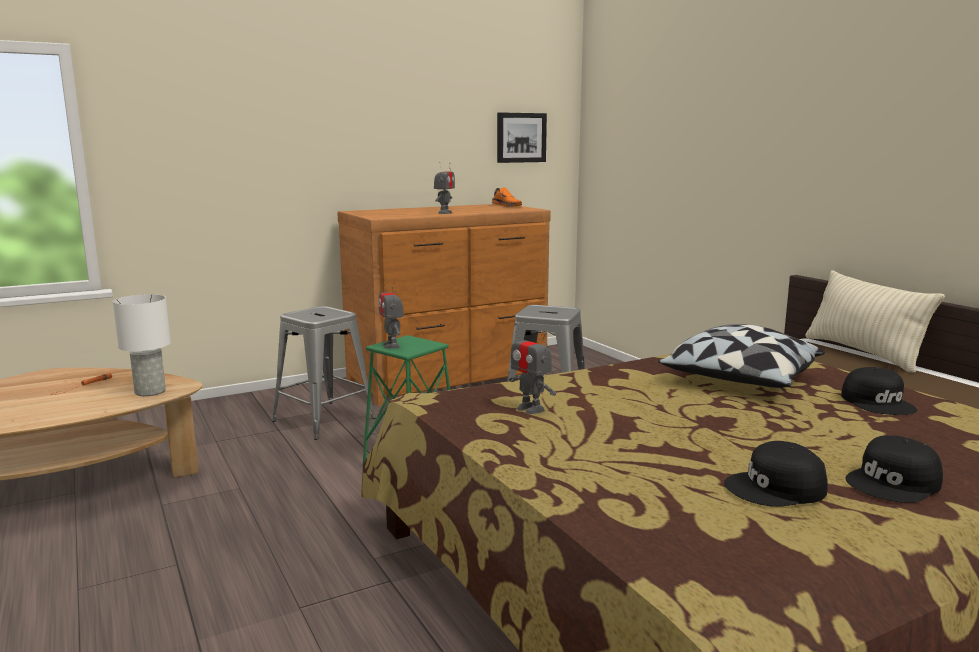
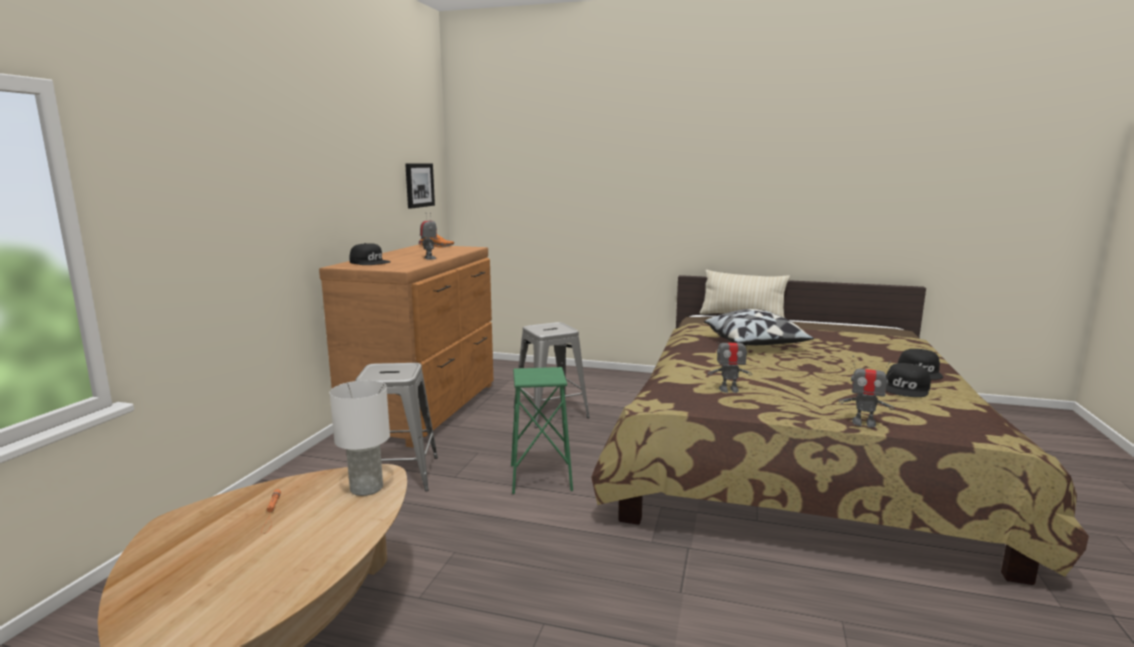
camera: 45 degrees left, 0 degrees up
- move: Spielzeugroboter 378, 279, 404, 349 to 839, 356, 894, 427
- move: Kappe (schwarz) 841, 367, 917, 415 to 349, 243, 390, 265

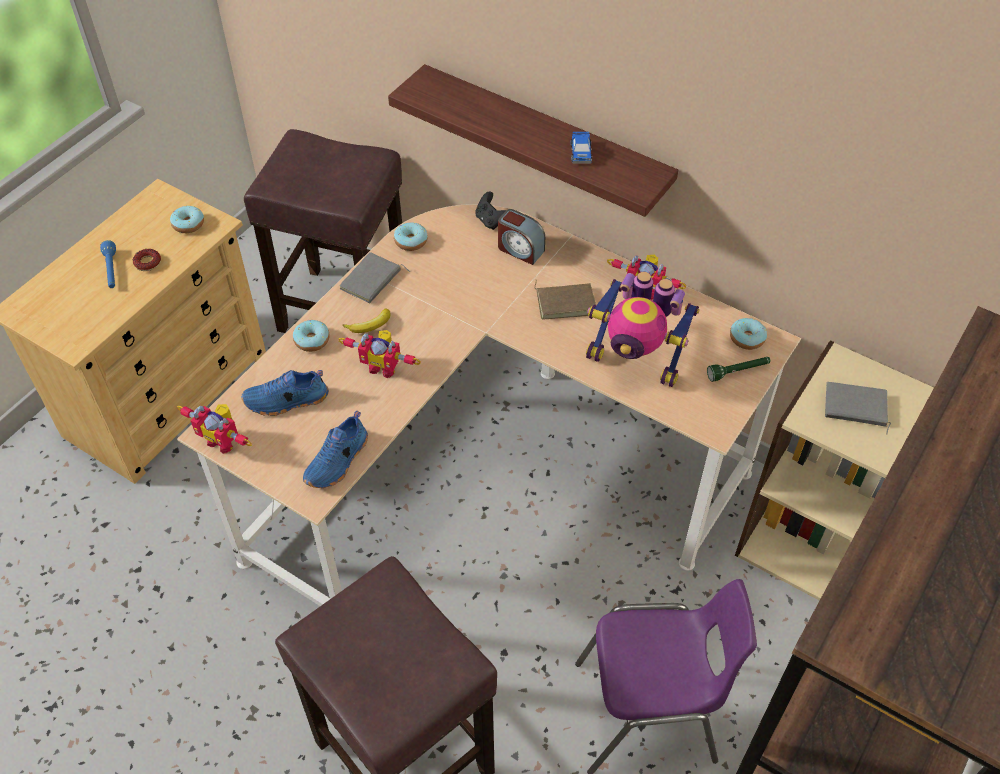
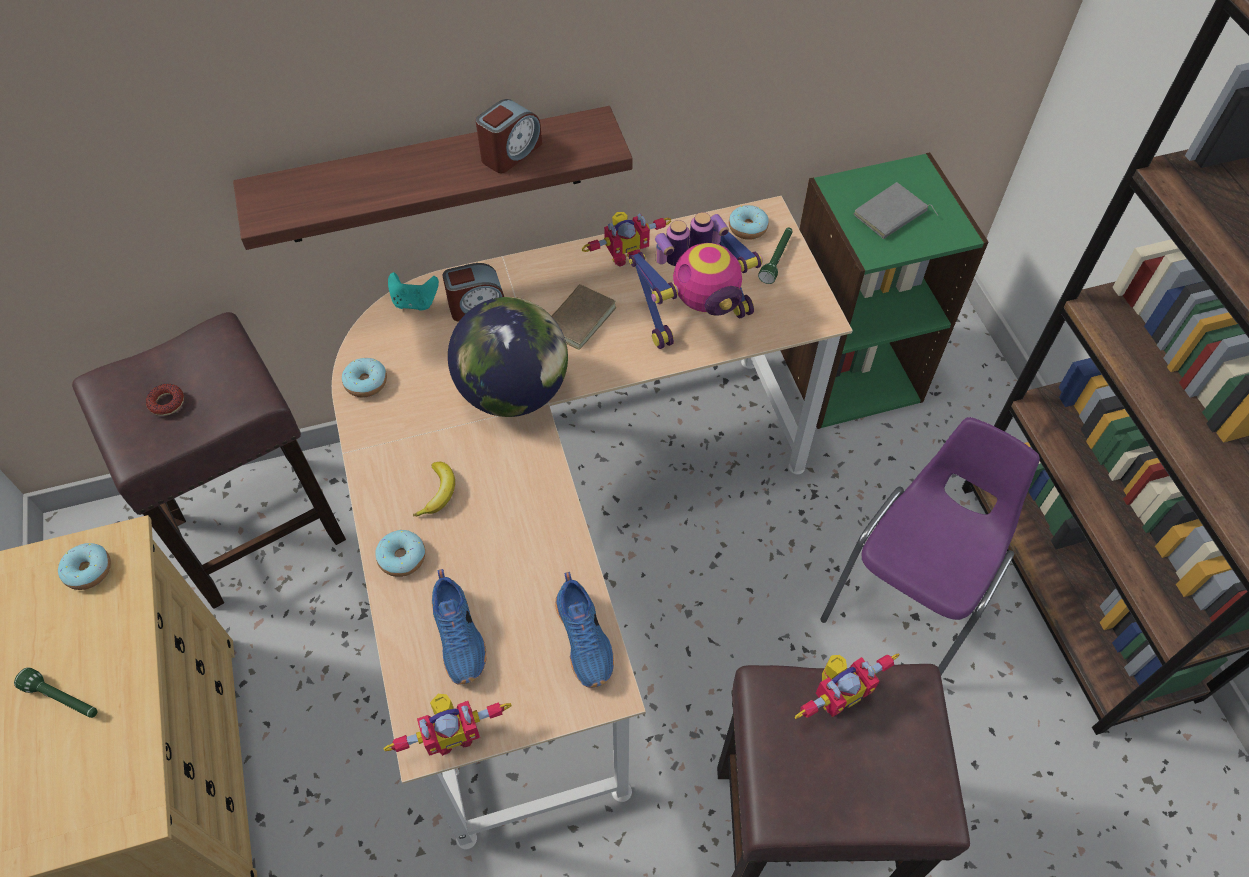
camera: 50 degrees left, 5 degrees up
- recolor: Taschenlampe (blau) 100, 240, 116, 288 to Taschenlampe (grün) 14, 667, 98, 718
- move: Donut 133, 249, 161, 271 to 146, 384, 184, 416
- rotate: Schuh (blau) 241, 370, 329, 416 = 432, 569, 486, 685 45 degrees counterclockwise
- move: Spielzeugroboter 338, 330, 421, 378 to 794, 653, 900, 719
- delete: Buch (grau) 340, 252, 410, 304
- recolor: Gamepad (schwarz) 475, 191, 506, 230 to Gamepad (türkis) 388, 272, 439, 311
- replace: Spielzeugauto 570, 132, 592, 164 to Wecker 476, 99, 542, 173
- recolor: Bücherregal (beige) 735, 340, 934, 601 to Bücherregal (grün) 780, 152, 988, 429
- insert: Globus 448, 297, 568, 417

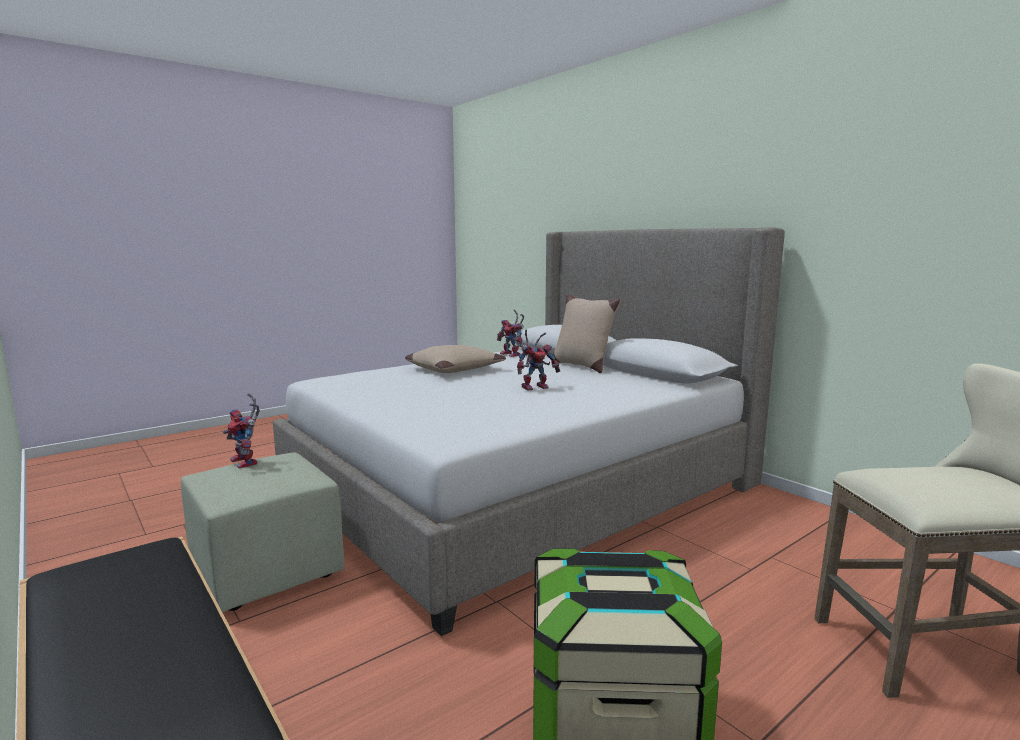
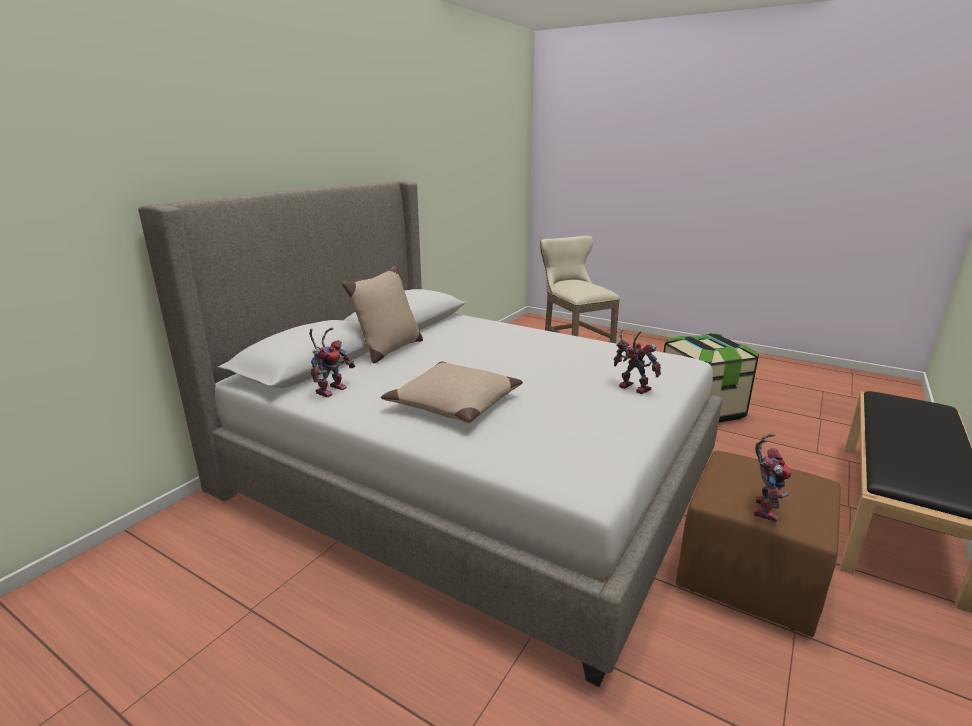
camera: 110 degrees left, 10 degrees up
- recolor: Polsterhocker (grün) 181, 452, 345, 613 to Polsterhocker (braun) 676, 451, 841, 637
- move: Spielzeugroboter 517, 329, 560, 391 to 614, 329, 661, 394

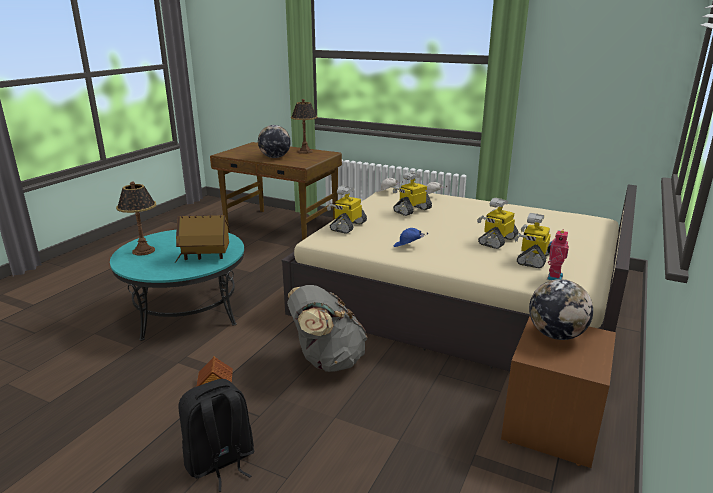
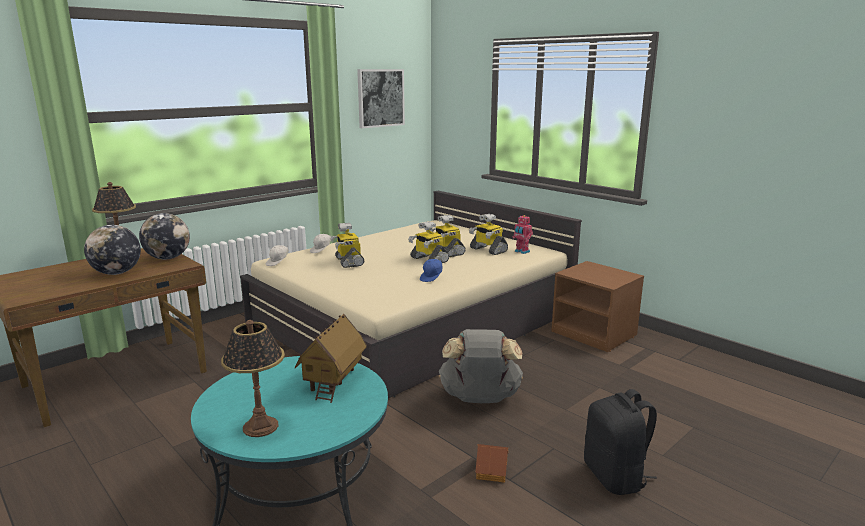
camera: 70 degrees left, 5 degrees down
- move: Spielzeugroboter 327, 186, 367, 234 to 408, 221, 449, 263
- move: Globus 529, 279, 593, 340 to 139, 213, 190, 259
- insert: Bild 357, 69, 405, 128

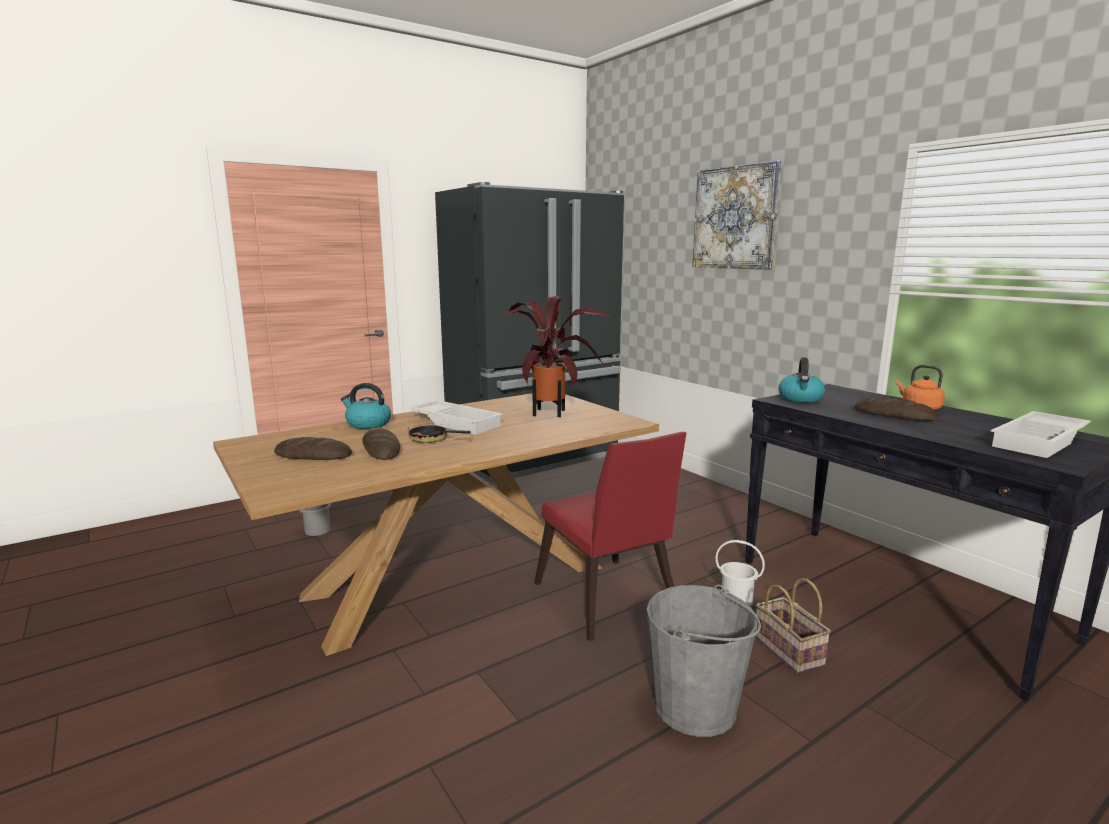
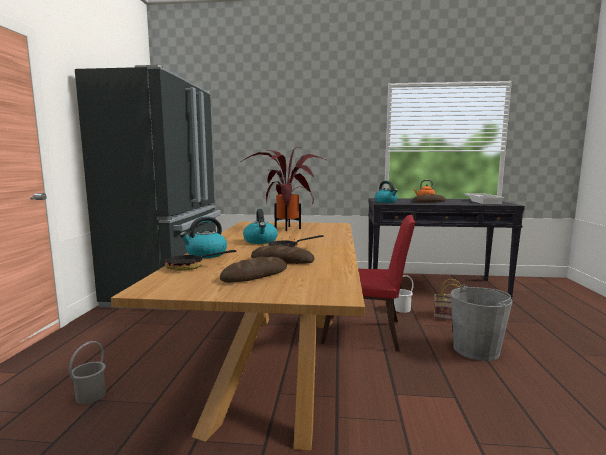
camera: 50 degrees left, 5 degrees down
- replace: Tablett (weiß) 409, 400, 503, 435 to Wasserkessel 243, 209, 278, 244
- delete: Bild 692, 160, 782, 270
- insert: Pfanne 165, 250, 237, 270

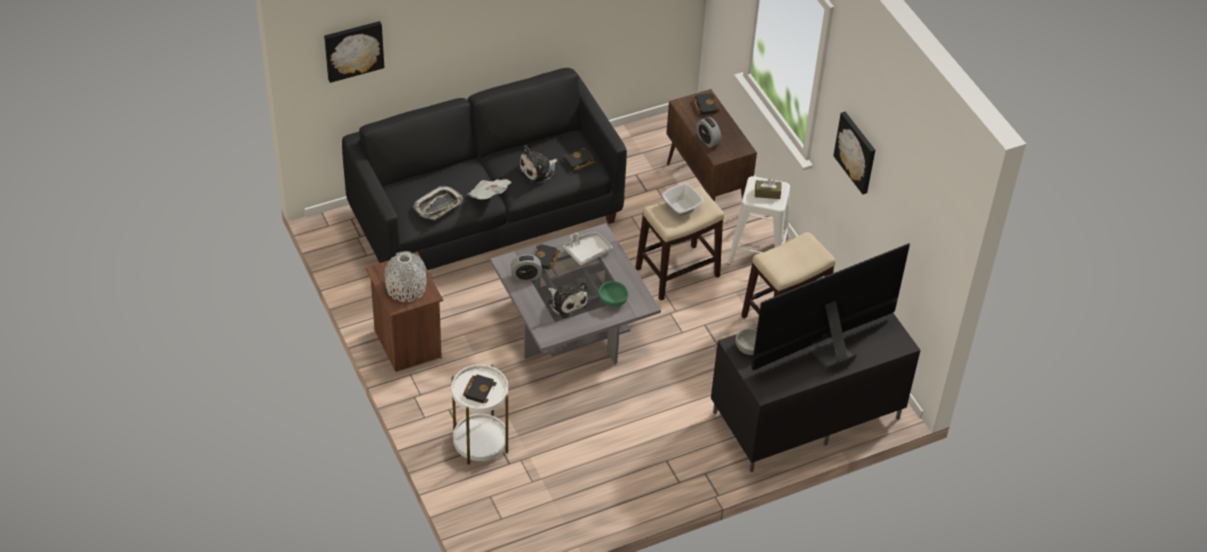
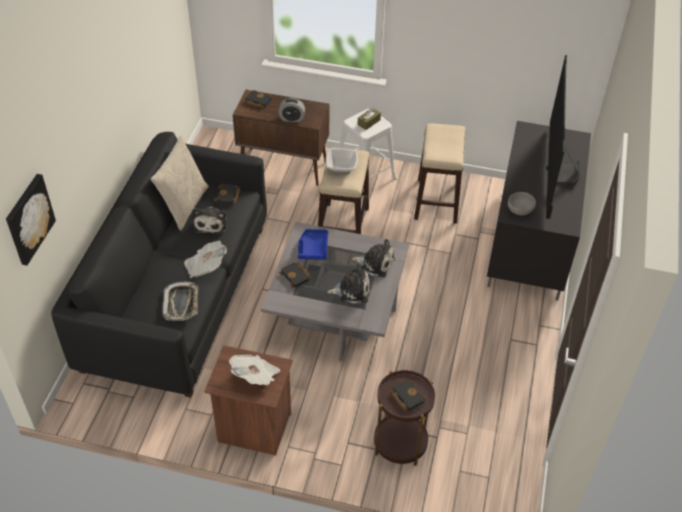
camera: 50 degrees left, 0 degrees up
- replace: Vase (grau) 384, 251, 427, 302 to Zeitung 229, 355, 280, 385
- recolor: Beistelltisch (weiß) 451, 364, 508, 465 to Beistelltisch (braun) 374, 370, 435, 466
- delete: Wecker 511, 254, 542, 281
- recolor: Tablett (grau) 563, 232, 613, 266 to Tablett (blau) 298, 229, 328, 260
- replace: Schüssel (grün) 599, 281, 628, 307 to Plüschtier 352, 239, 395, 277
- delete: Bild 833, 112, 875, 194
- insert: Kissen (beige) 151, 135, 209, 231

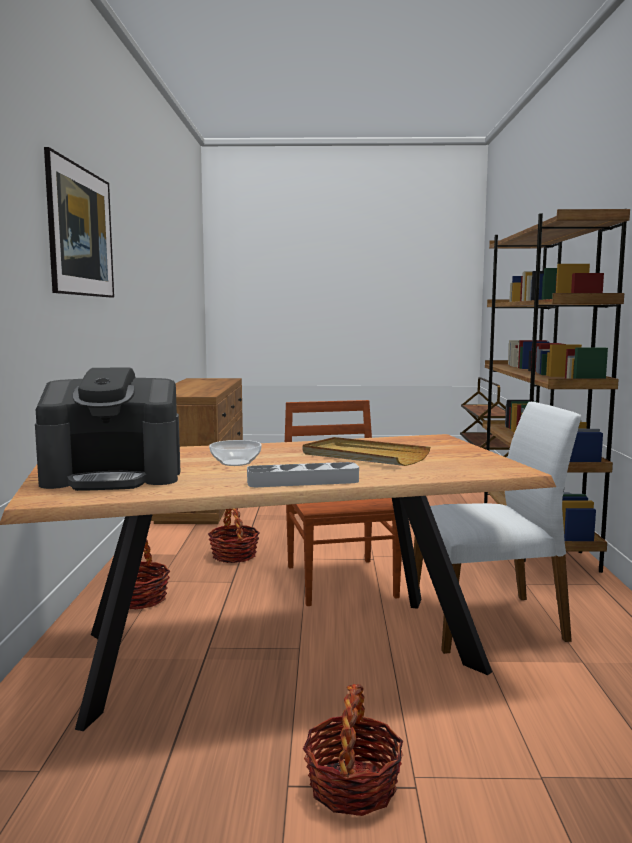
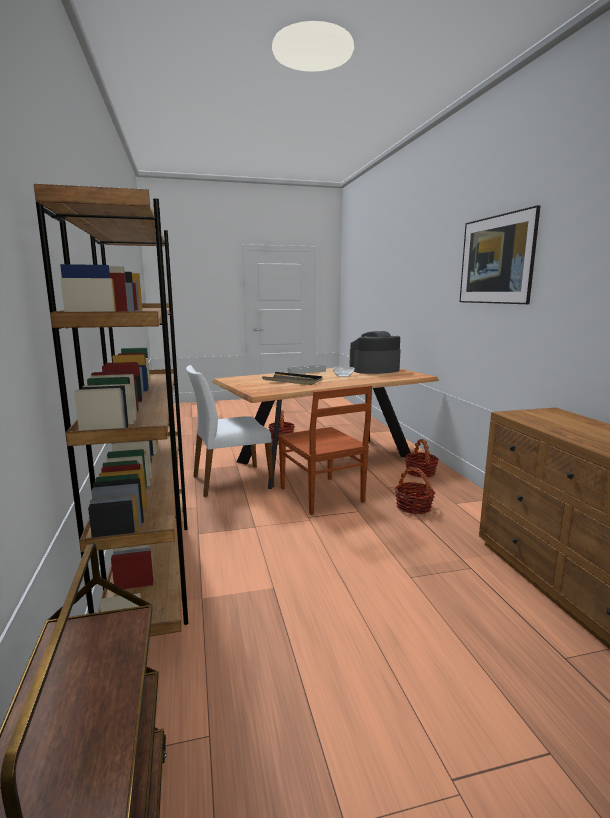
camera: 165 degrees right, 5 degrees up
- recolor: Tablett (beige) 303, 437, 431, 466 to Tablett (schwarz) 262, 372, 323, 385

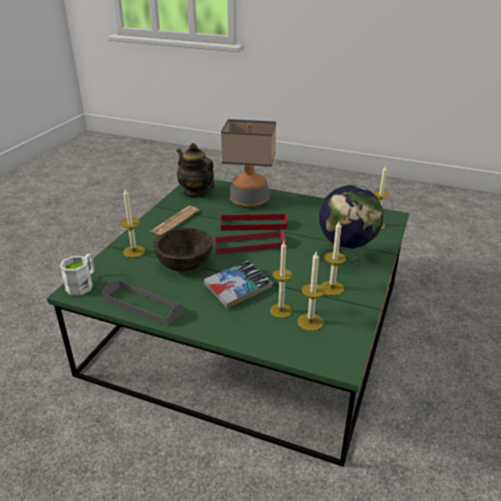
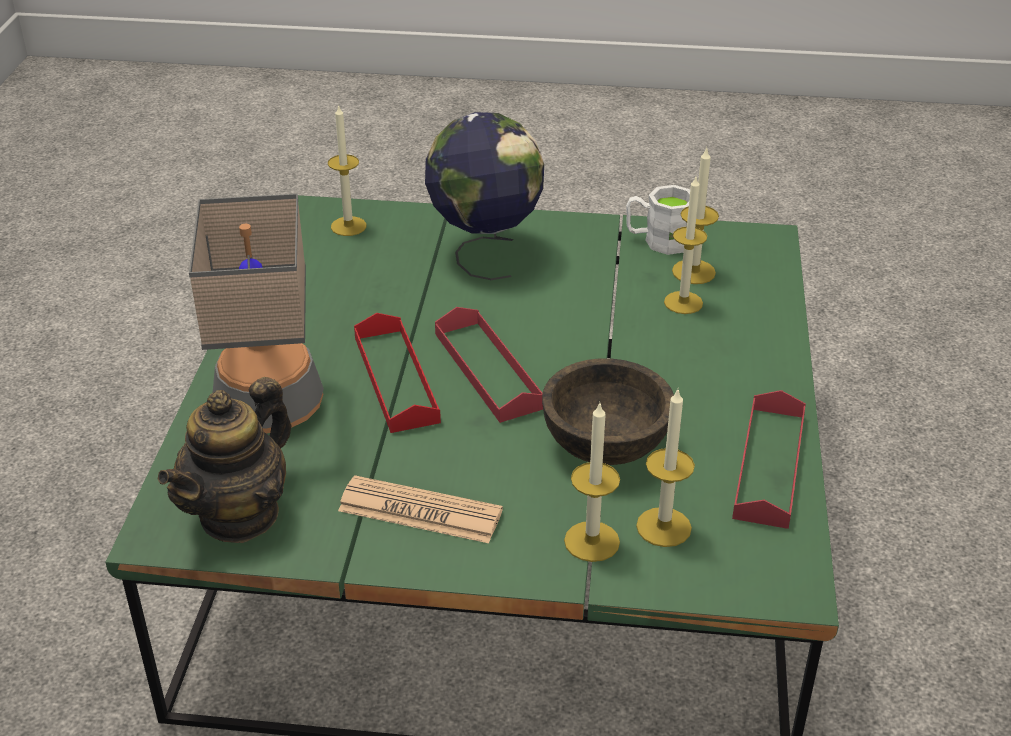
camera: 105 degrees left, 5 degrees up
- move: Henkelbecher (weiß) 60, 254, 94, 295 to 626, 185, 690, 255
- recolor: Tablett (grau) 102, 280, 183, 326 to Tablett (rot) 732, 390, 806, 529
- delete: Buch 204, 260, 273, 308
- move: Kerze 321, 221, 346, 296 to 636, 389, 695, 547

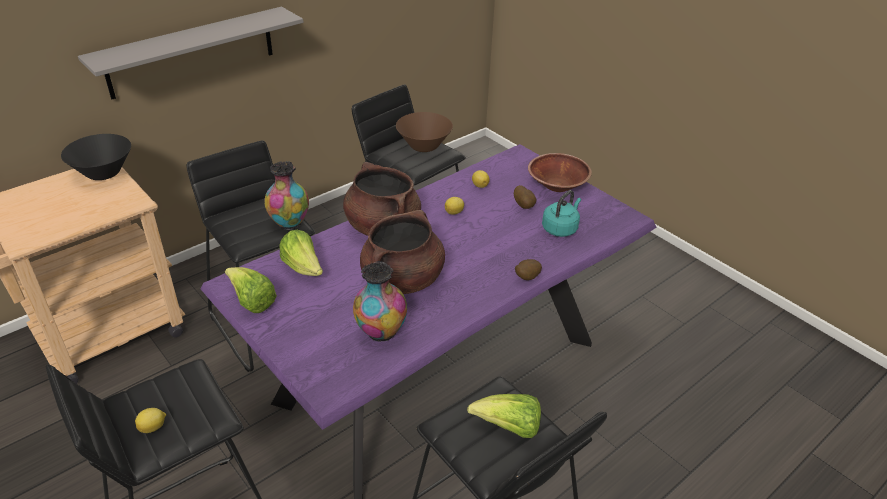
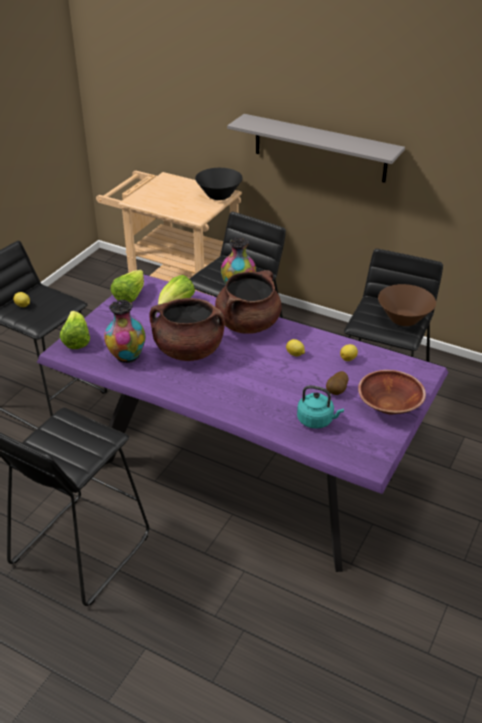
camera: 70 degrees right, 0 degrees up
- move: Salatkopf 467, 394, 541, 438 to 60, 311, 90, 349
- delete: Kartoffel 515, 259, 542, 280

